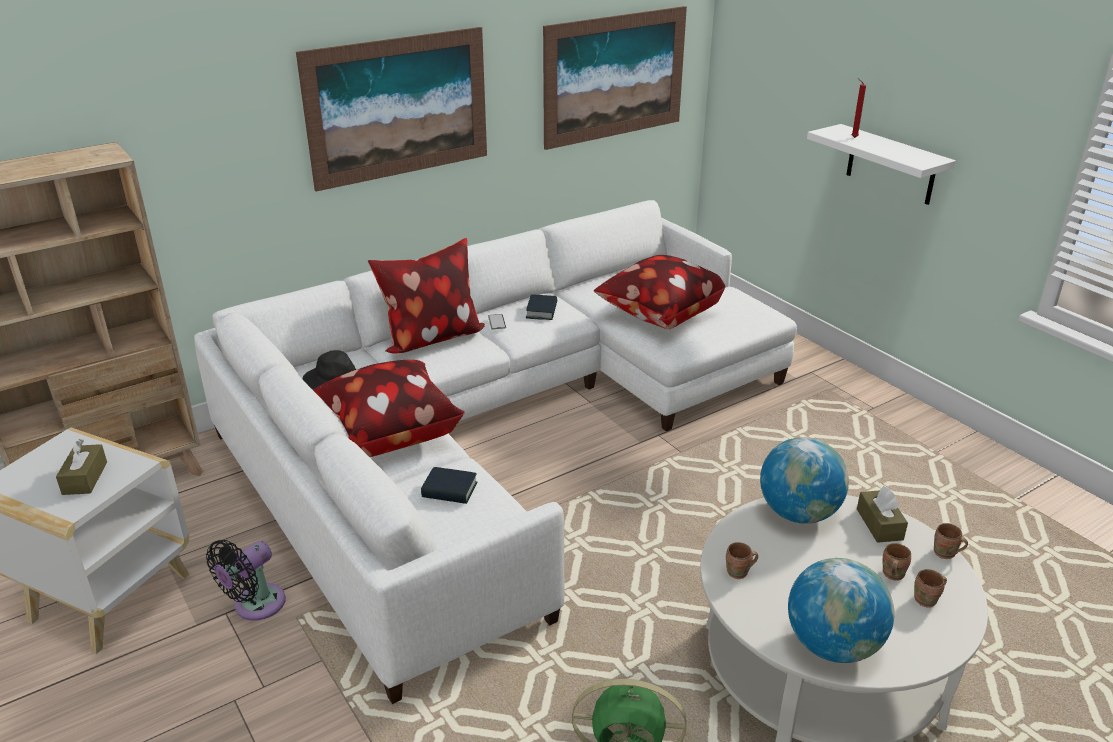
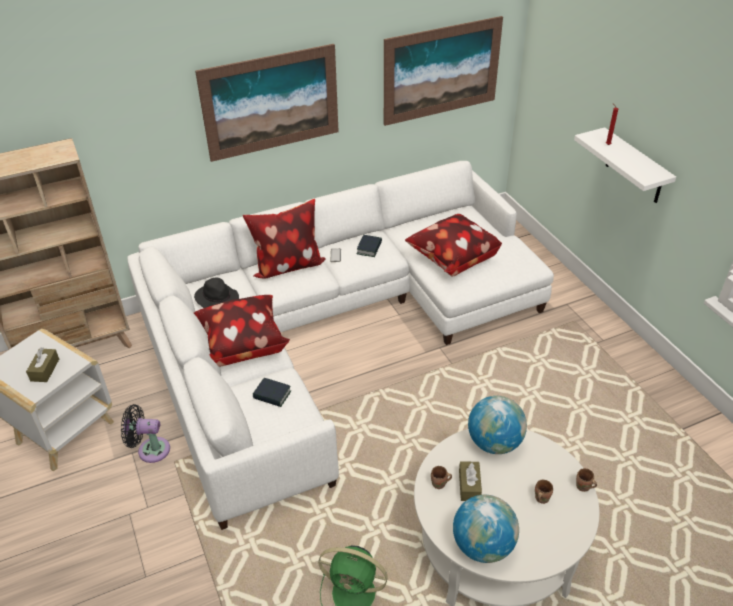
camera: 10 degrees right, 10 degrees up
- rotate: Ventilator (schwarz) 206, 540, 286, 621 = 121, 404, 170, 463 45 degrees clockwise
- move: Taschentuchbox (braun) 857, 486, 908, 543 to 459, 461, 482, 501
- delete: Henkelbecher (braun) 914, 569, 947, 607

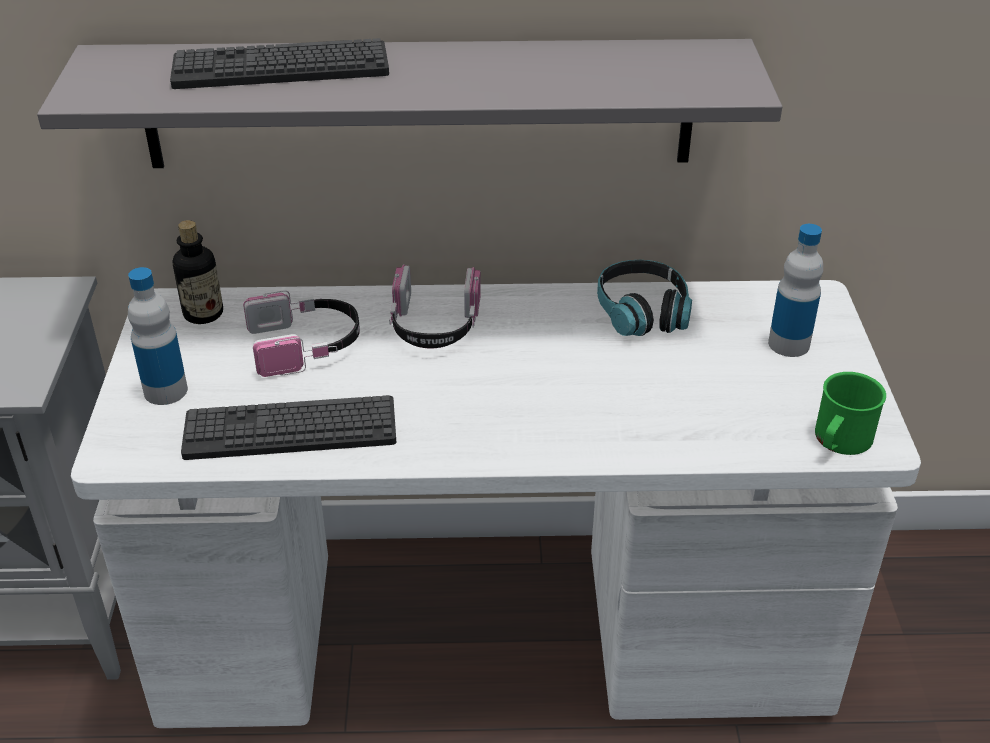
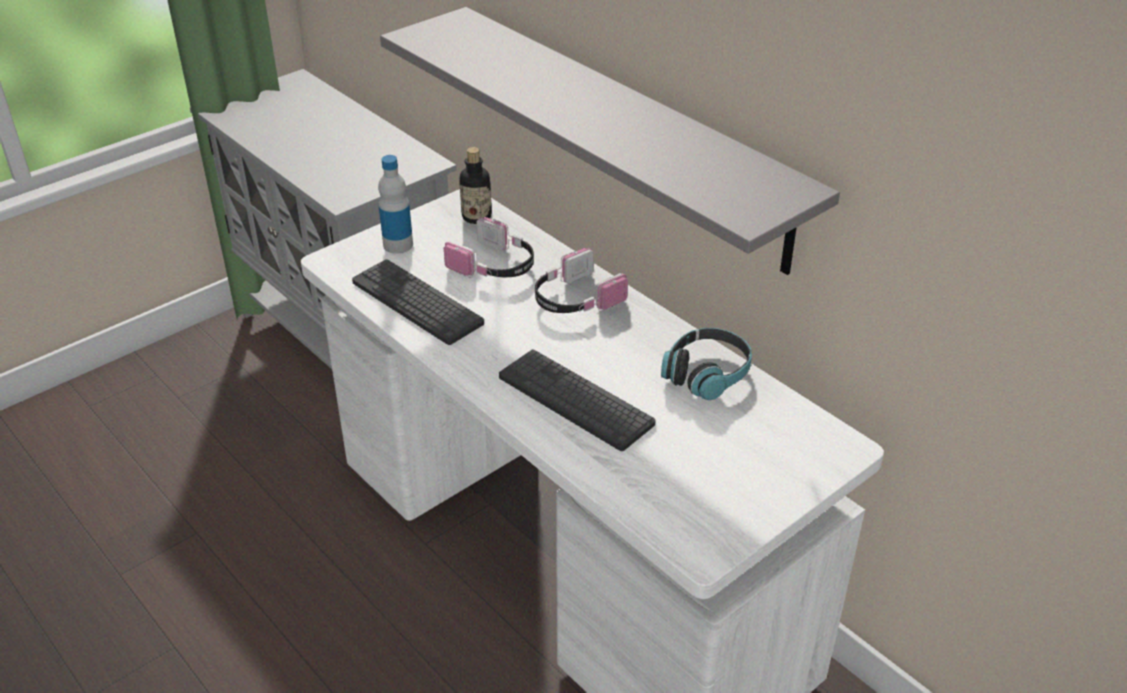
camera: 50 degrees right, 0 degrees up
- move: Tastatur 170, 38, 389, 89 to 499, 349, 656, 451
- delete: Flasche 768, 224, 823, 357
- delete: Henkelbecher (grün) 815, 372, 886, 455

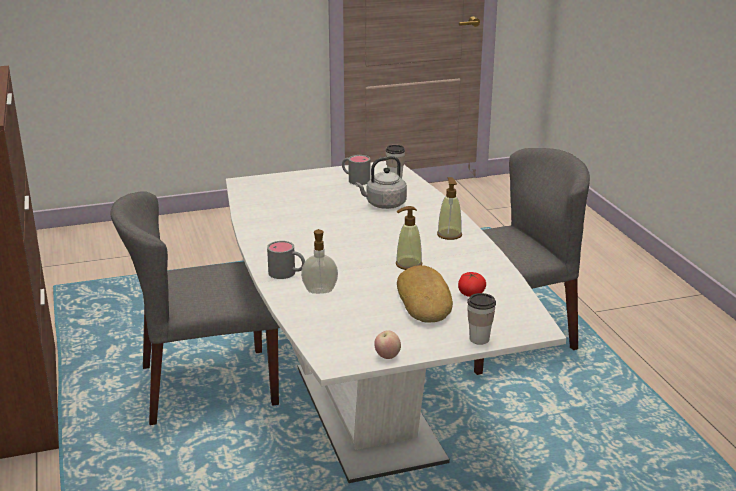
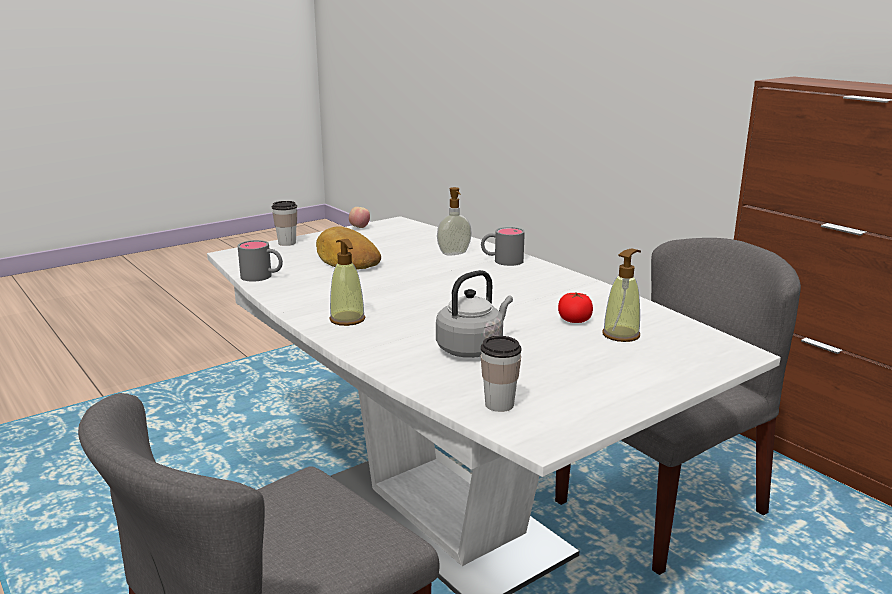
camera: 160 degrees right, 5 degrees down
- move: Henkelbecher (grau) 342, 155, 370, 185 to 238, 240, 283, 282
- move: Seifenspender 396, 206, 422, 270 to 602, 248, 641, 342
- move: Tomate 458, 272, 486, 297 to 558, 292, 593, 323

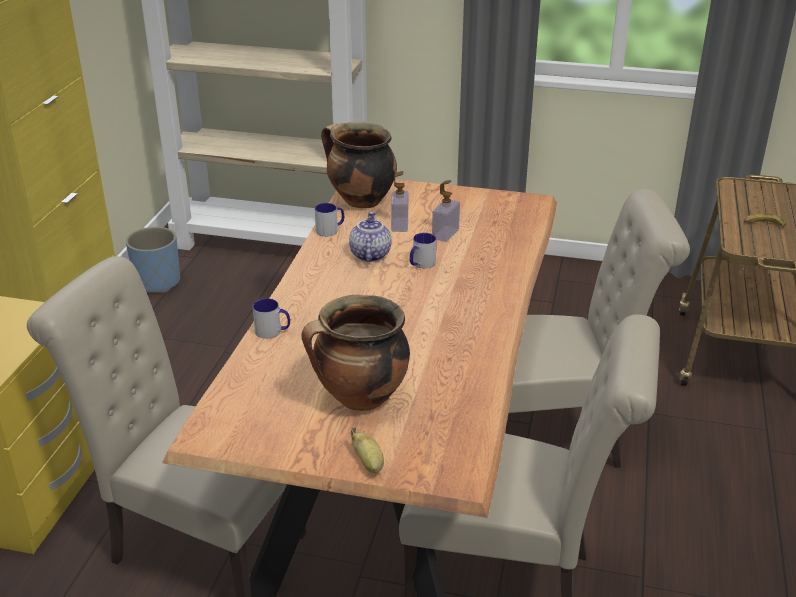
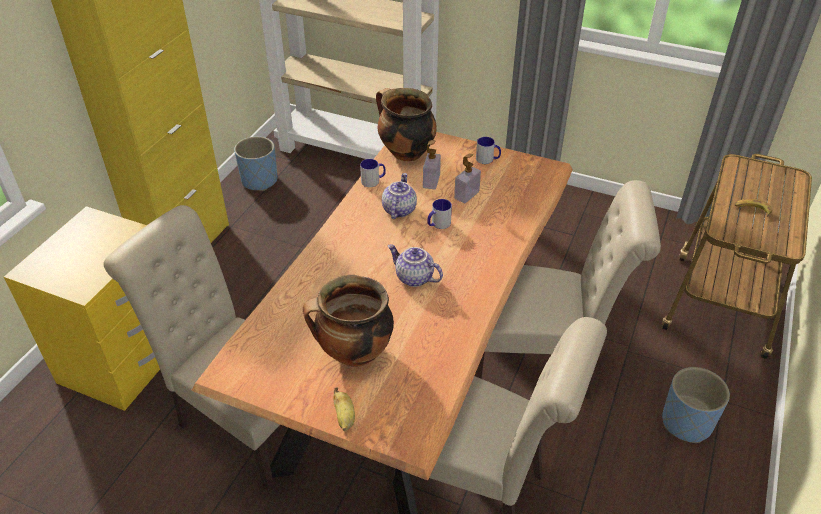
camera: 10 degrees right, 10 degrees up
- move: Henkelbecher 253, 298, 290, 339 to 476, 137, 501, 164
- insert: Teekanne 388, 244, 443, 287
- insert: Pflanzkübel (blau) 662, 367, 730, 443

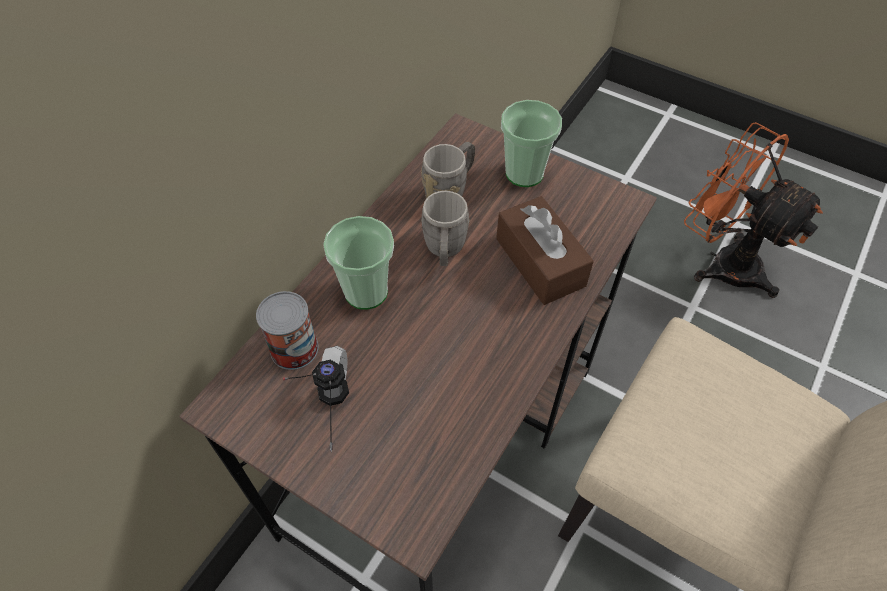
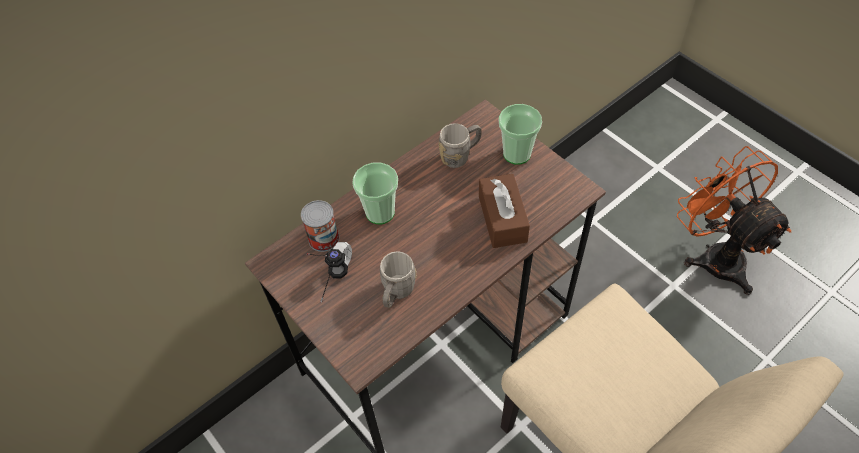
camera: 20 degrees right, 0 degrees up
- move: Henkelbecher (grau) 421, 191, 470, 266 to 380, 251, 417, 308

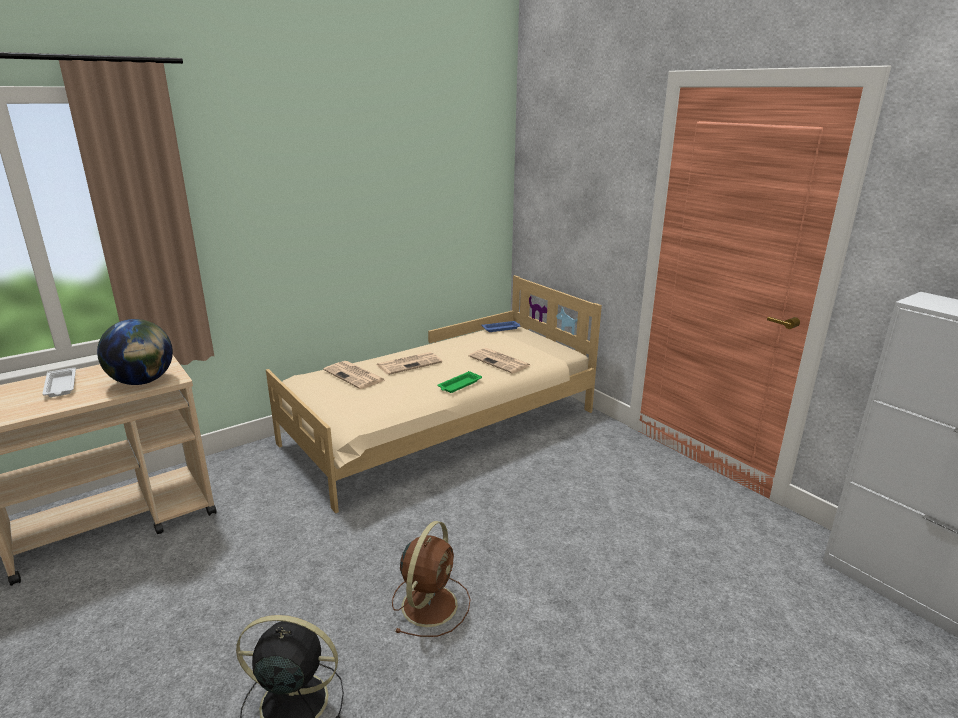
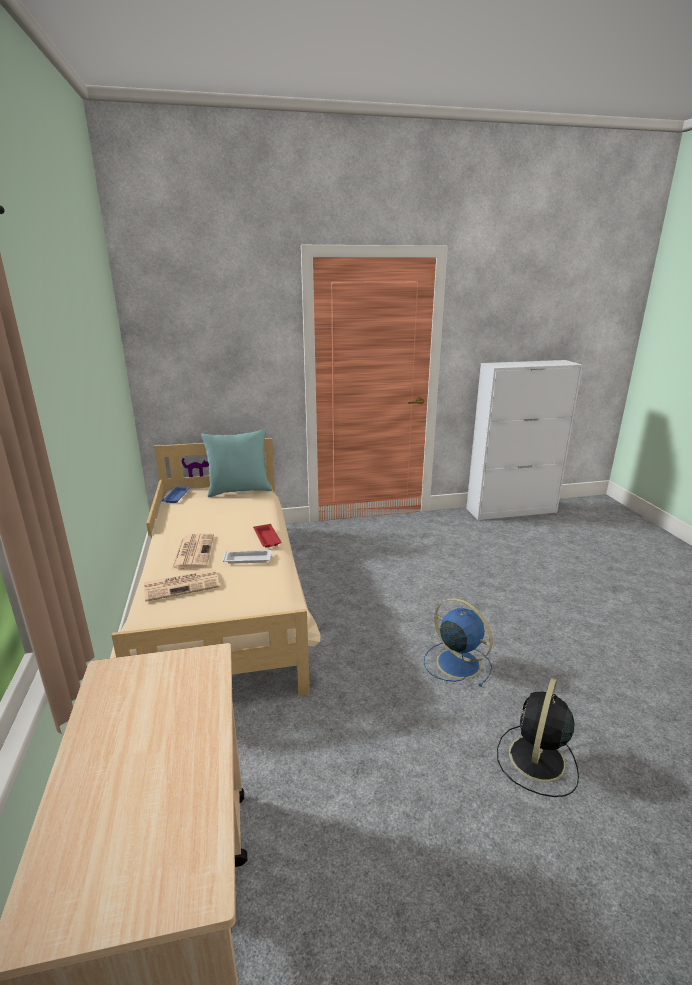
camera: 65 degrees left, 0 degrees up
- move: Tablett (weiß) 42, 367, 76, 397 to 223, 550, 273, 564
- delete: Globus 97, 319, 173, 385
- recolor: Ventilator (braun) 392, 521, 471, 637 to Ventilator (blau) 424, 598, 493, 687
- recolor: Tablett (grün) 437, 371, 482, 393 to Tablett (rot) 253, 524, 281, 548
- delete: Zeitung 469, 348, 531, 373
- insert: Kissen (türkis) 201, 429, 272, 497

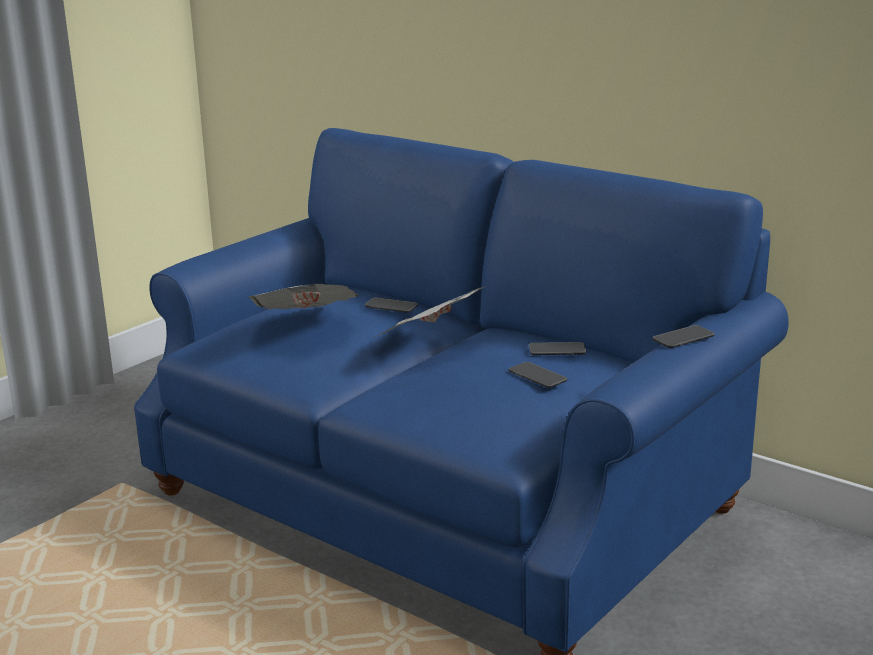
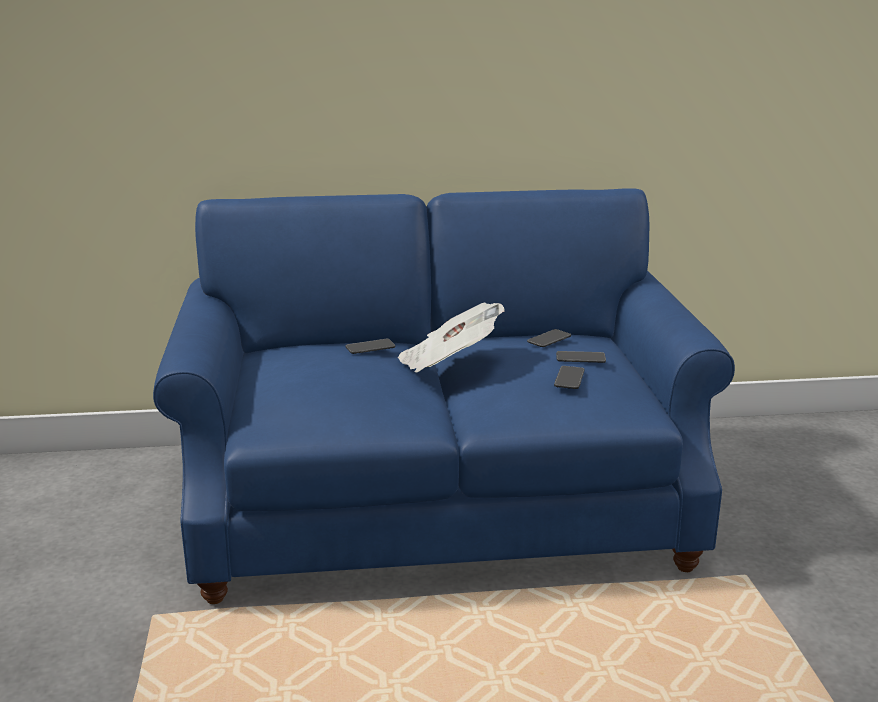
camera: 45 degrees left, 0 degrees up
- delete: Zeitung 248, 284, 358, 309
- move: Handy 652, 325, 715, 348 to 554, 366, 585, 389

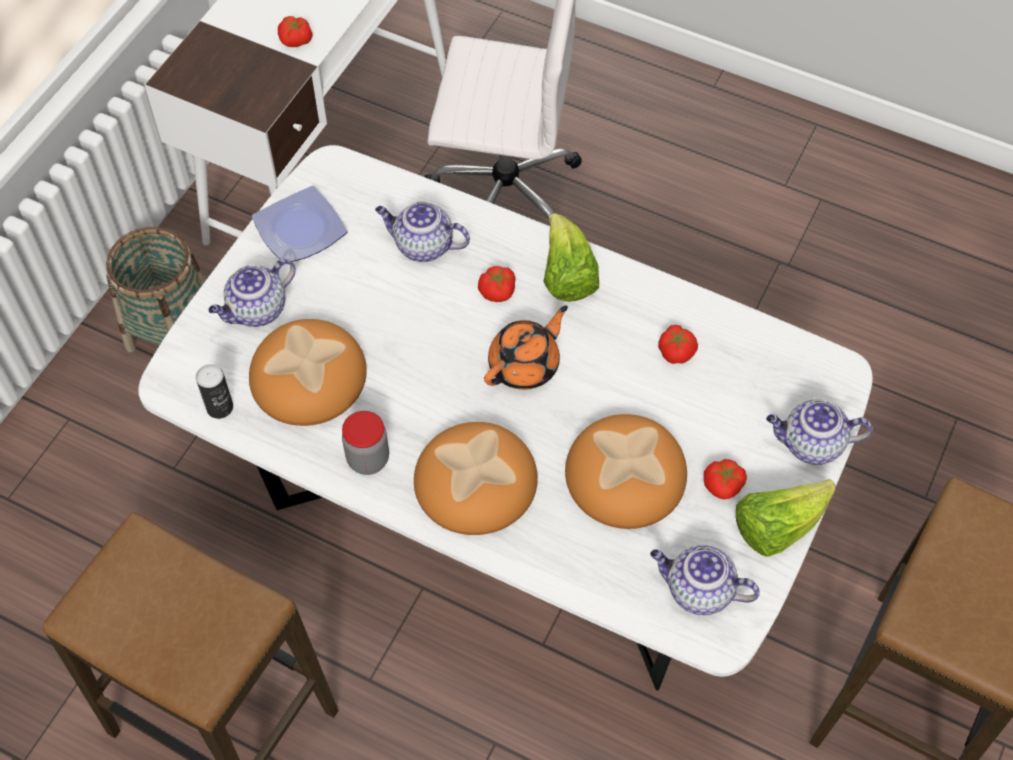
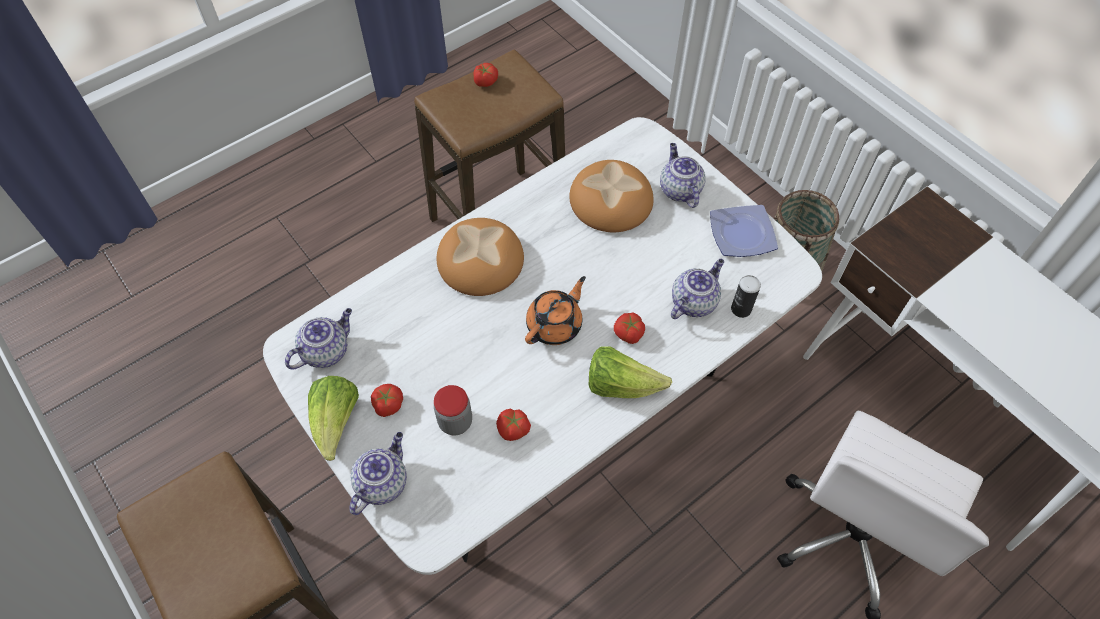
camera: 115 degrees right, 0 degrees up
- move: Dose 196, 364, 233, 419 to 731, 275, 761, 318
- move: Tomate 278, 16, 312, 47 to 473, 63, 498, 87
- move: Vorratsglas 342, 411, 389, 475 to 434, 385, 472, 436
- rotate: Teekanne (orange) 484, 305, 568, 390 = 525, 276, 586, 345 120 degrees counterclockwise
- delete: Brot 565, 414, 687, 529

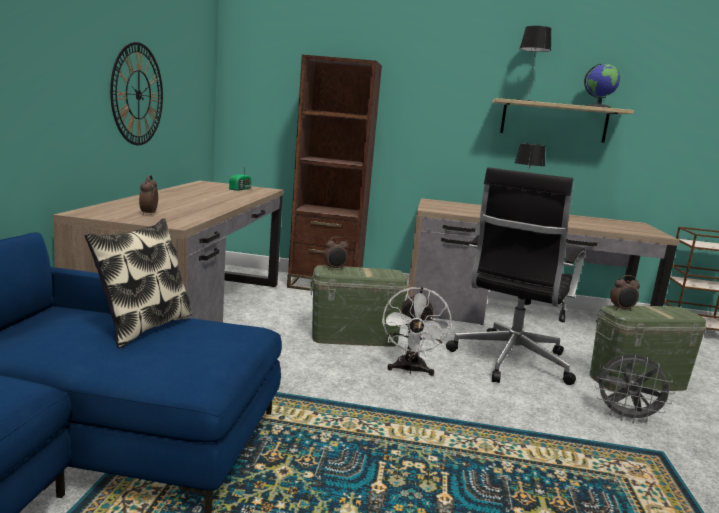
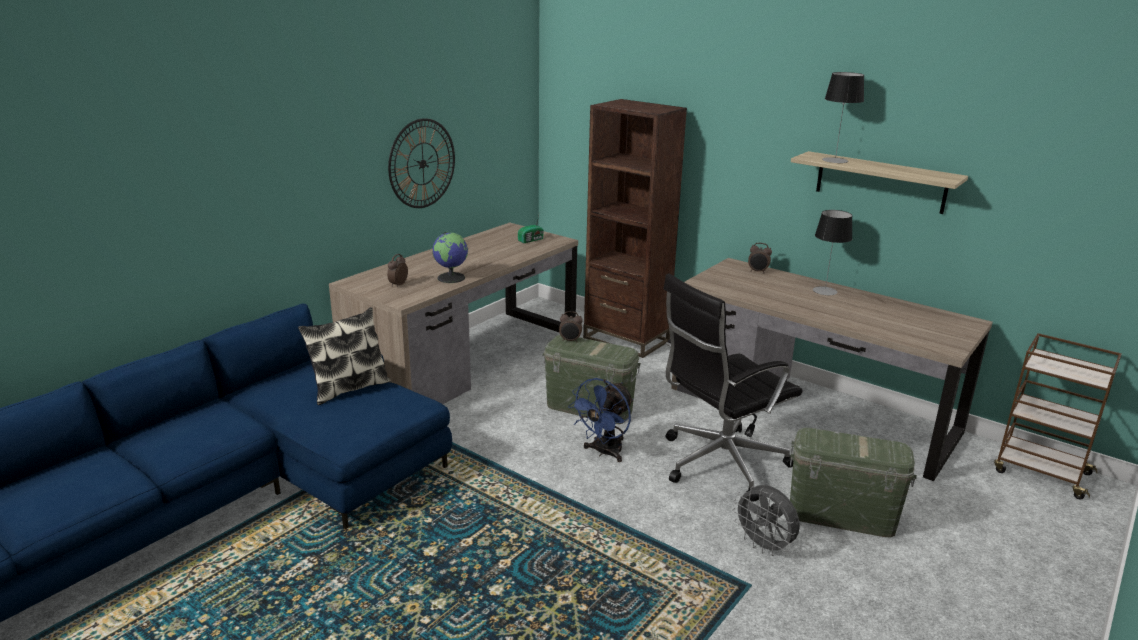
camera: 30 degrees right, 10 degrees up
- recolor: Ventilator (weiß) 382, 287, 452, 376 to Ventilator (blau) 568, 378, 633, 462
- move: Globus 584, 64, 620, 108 to 432, 232, 468, 283
- move: Wecker 610, 275, 640, 311 to 748, 243, 772, 272

